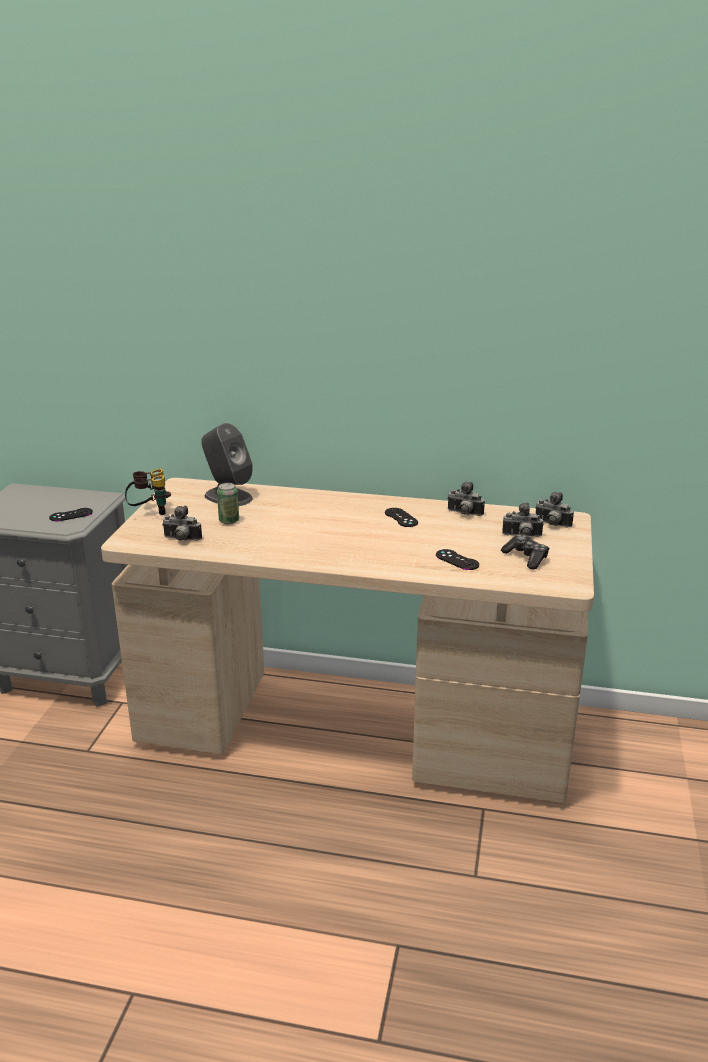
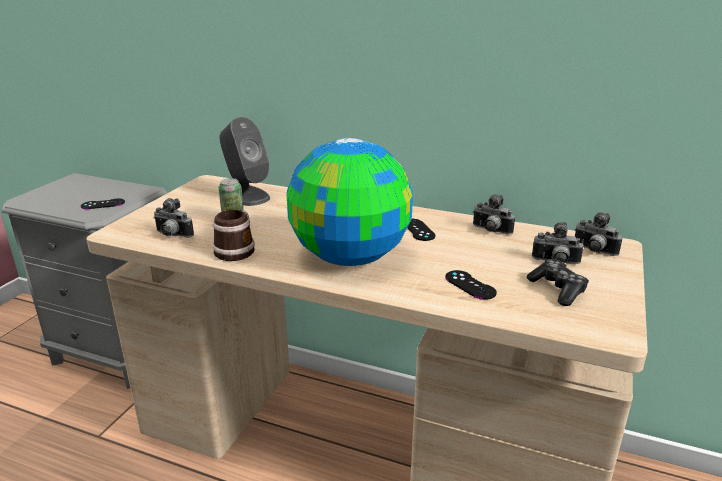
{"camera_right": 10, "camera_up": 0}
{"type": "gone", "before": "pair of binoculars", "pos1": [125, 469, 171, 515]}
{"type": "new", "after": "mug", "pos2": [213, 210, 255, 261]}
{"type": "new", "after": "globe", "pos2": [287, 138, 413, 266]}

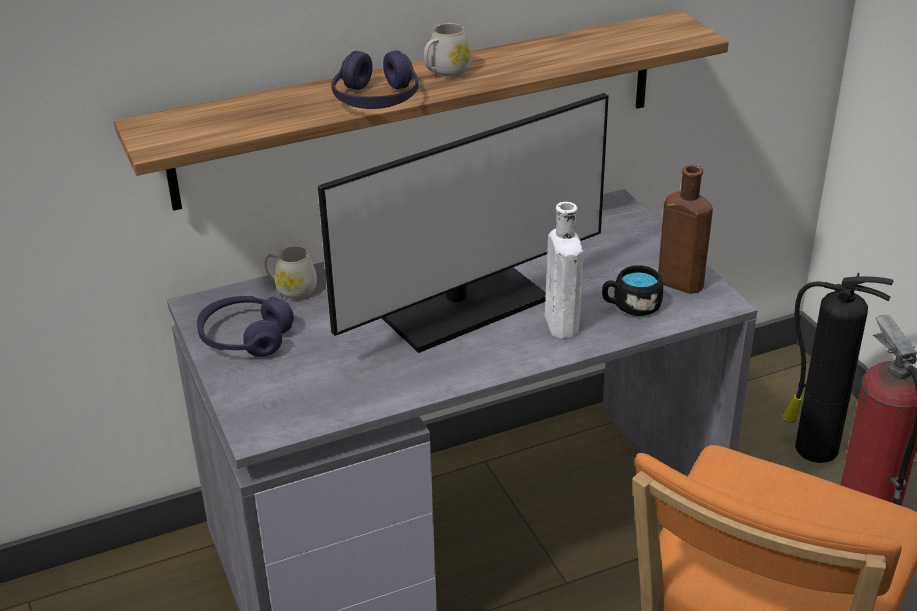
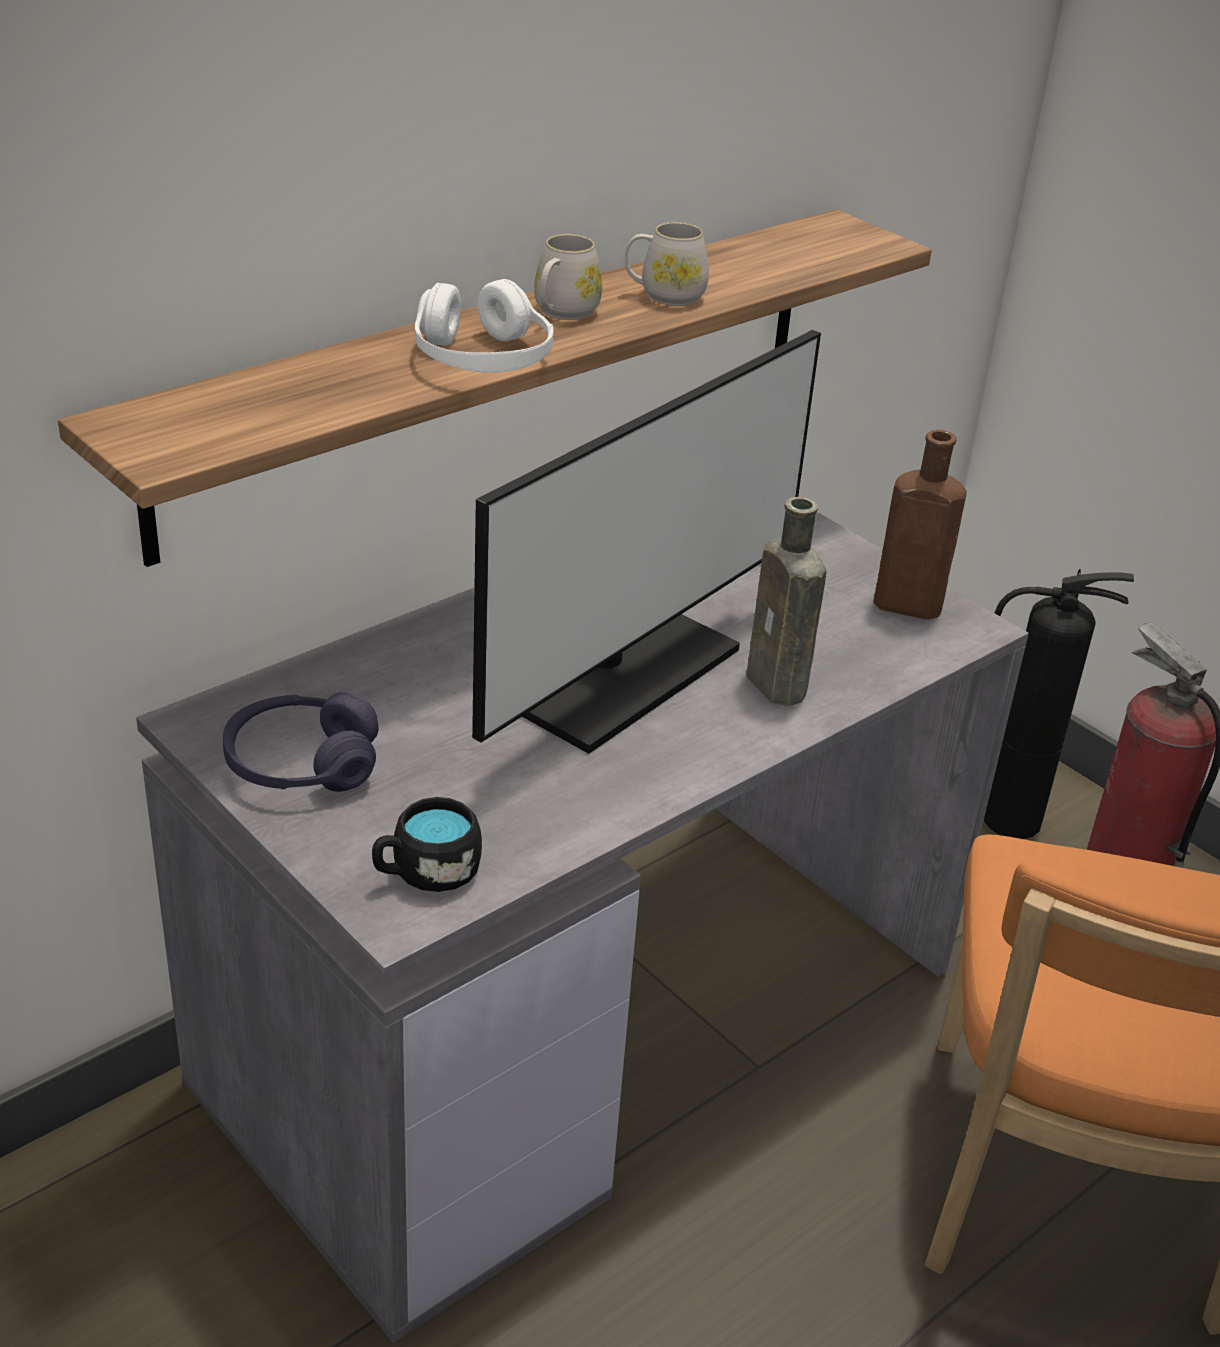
{"camera_right": -20, "camera_up": 0}
{"type": "shifted", "before": "whitish mug", "pos1": [265, 247, 317, 299], "pos2": [625, 222, 709, 306]}
{"type": "shifted", "before": "black-coloured mug", "pos1": [602, 265, 663, 316], "pos2": [372, 797, 482, 892]}
{"type": "repainted", "before": "purplish pair of headphones", "after": "whitish pair of headphones", "pos1": [331, 50, 418, 109], "pos2": [415, 279, 554, 373]}
{"type": "repainted", "before": "whitish drink bottle", "after": "brownish drink bottle", "pos1": [545, 202, 583, 339], "pos2": [747, 497, 826, 706]}

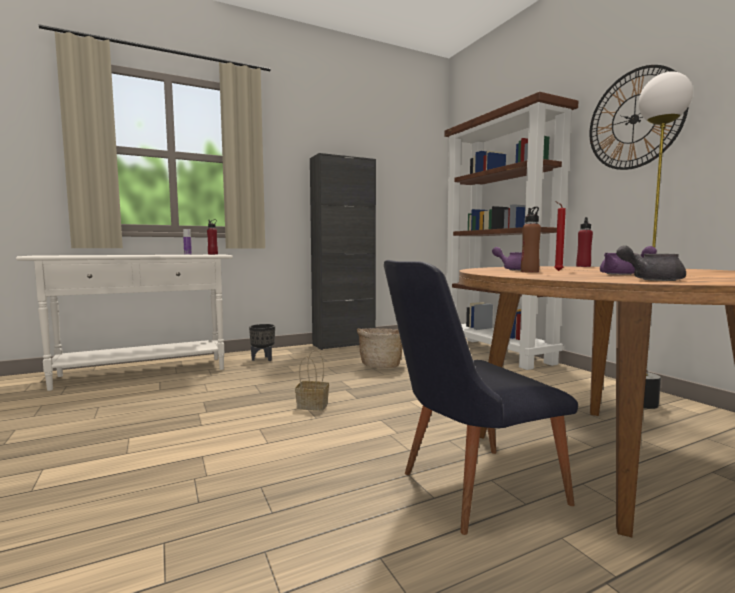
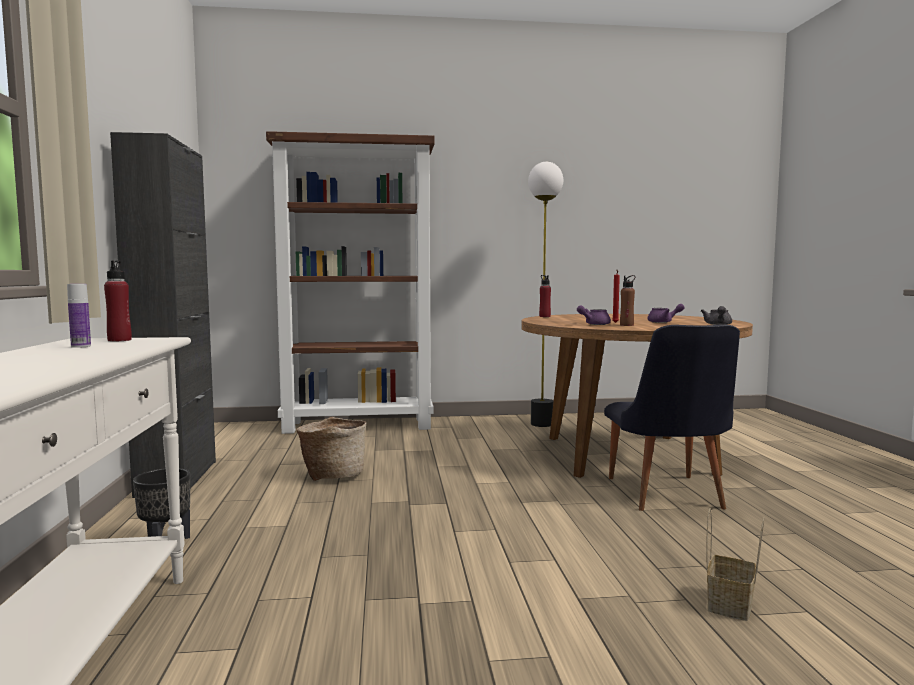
{"camera_right": -70, "camera_up": 0}
{"type": "gone", "before": "clock on the wall", "pos1": [589, 65, 689, 170]}
{"type": "shifted", "before": "basket", "pos1": [295, 349, 329, 411], "pos2": [706, 508, 764, 621]}

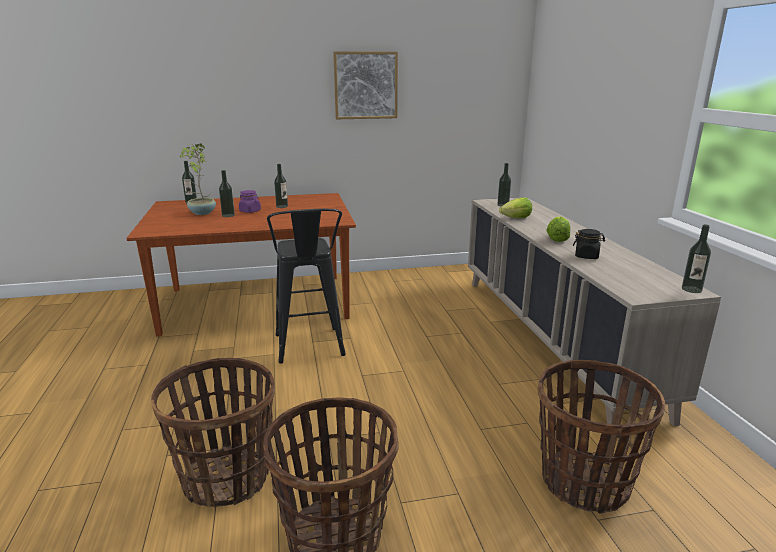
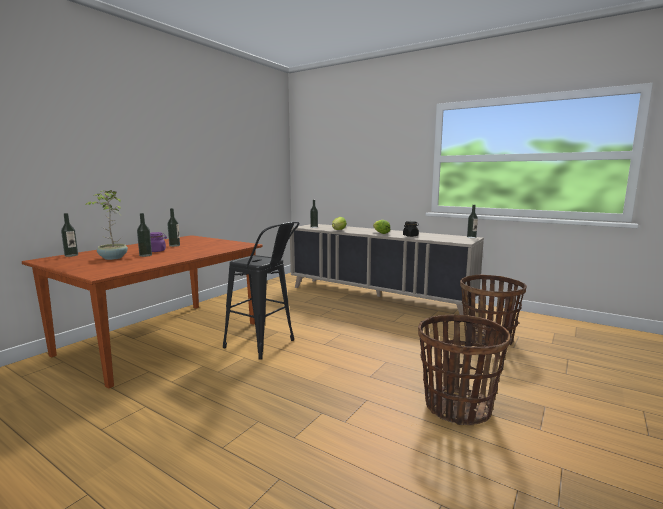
{"camera_right": -45, "camera_up": -10}
{"type": "gone", "before": "basket", "pos1": [151, 358, 275, 507]}
{"type": "gone", "before": "wall art", "pos1": [333, 51, 398, 119]}

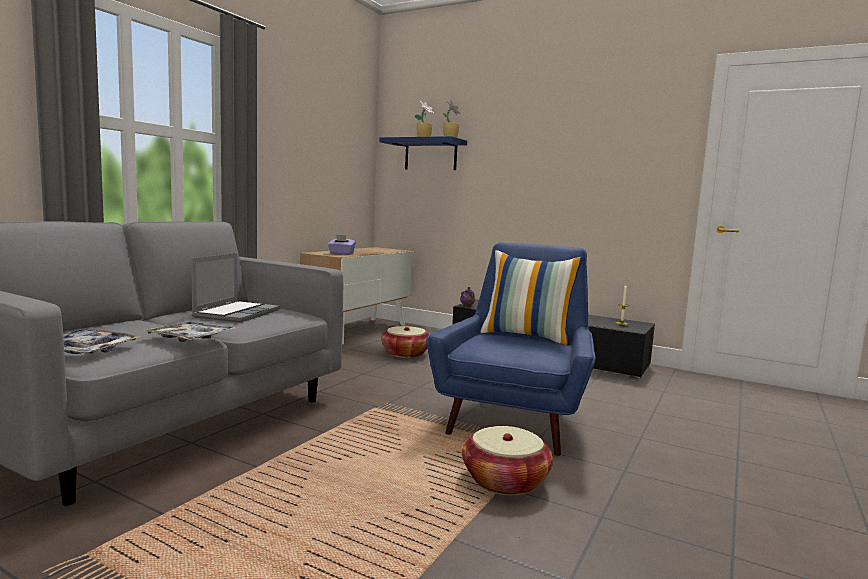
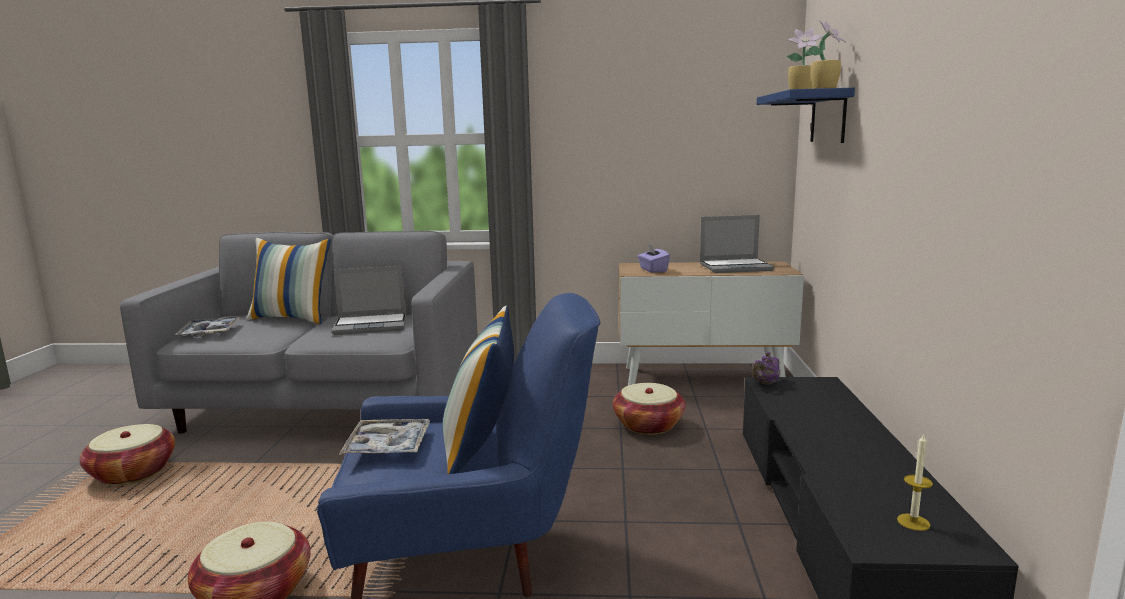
{"camera_right": 65, "camera_up": 5}
{"type": "new", "after": "basket", "pos2": [80, 424, 175, 485]}
{"type": "new", "after": "throw pillow", "pos2": [247, 238, 331, 324]}
{"type": "new", "after": "portable computer", "pos2": [700, 215, 775, 273]}
{"type": "shifted", "before": "serving tray", "pos1": [143, 321, 238, 342], "pos2": [339, 419, 430, 455]}

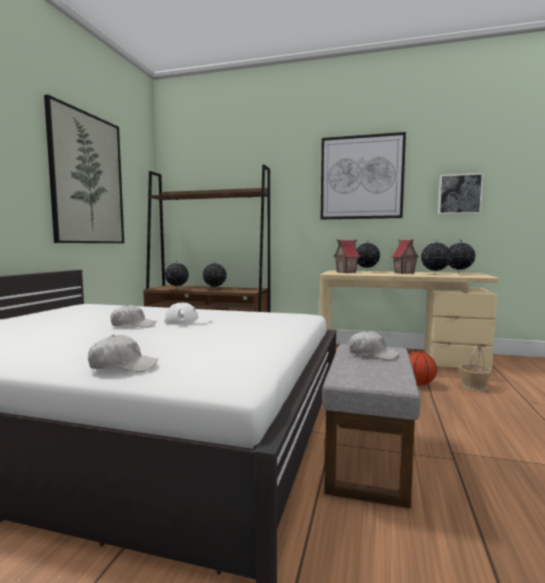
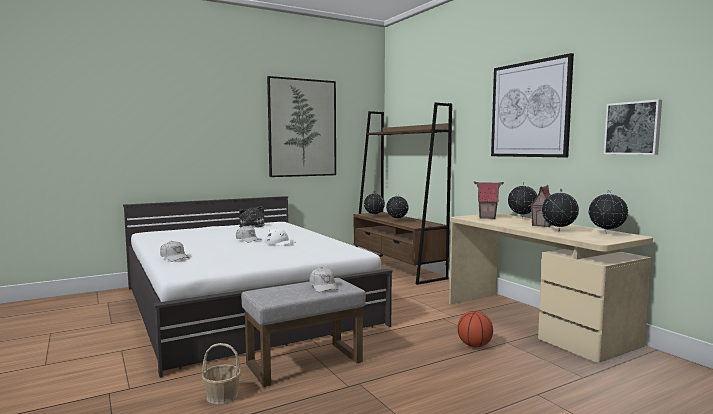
{"camera_right": 45, "camera_up": 0}
{"type": "new", "after": "plush toy", "pos2": [239, 206, 265, 228]}
{"type": "shifted", "before": "basket", "pos1": [460, 346, 492, 391], "pos2": [202, 343, 241, 404]}

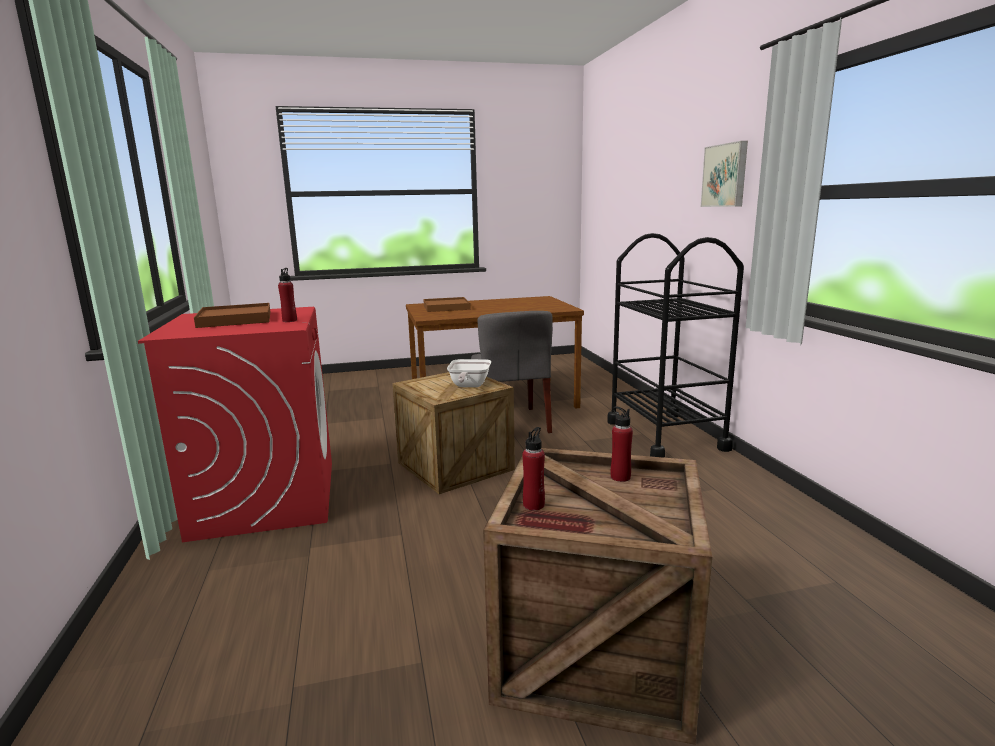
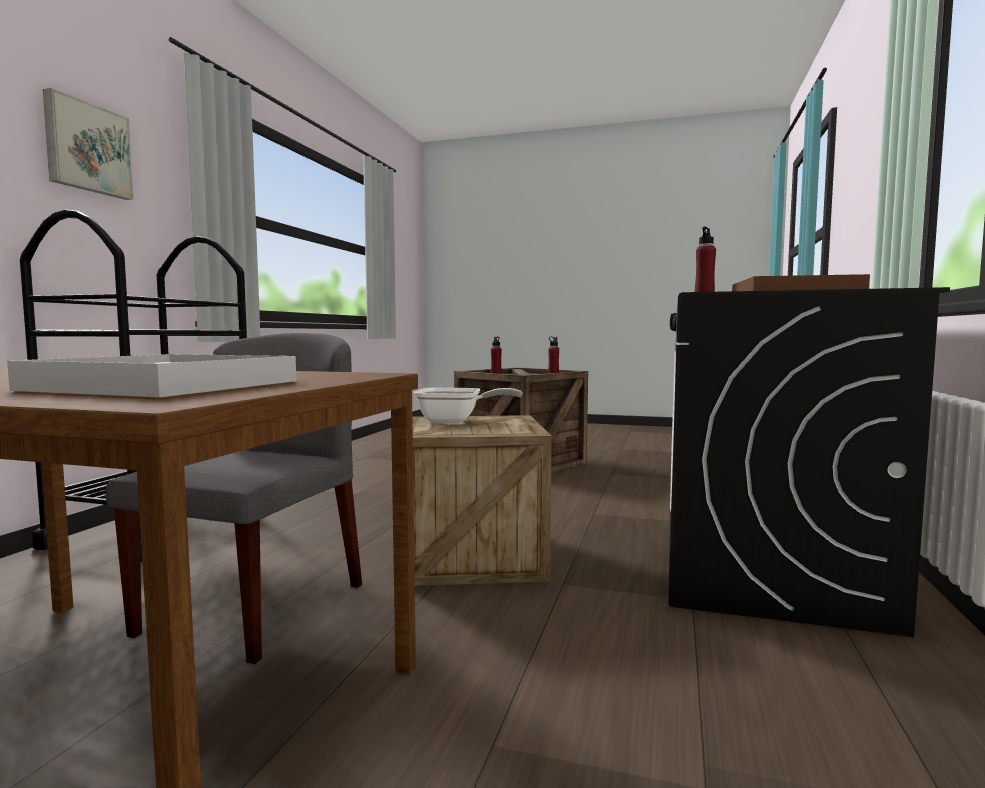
{"camera_right": -150, "camera_up": -10}
{"type": "repainted", "before": "red washing machine", "after": "black-coloured washing machine", "pos1": [138, 307, 332, 542], "pos2": [669, 287, 950, 637]}
{"type": "repainted", "before": "brownish serving tray", "after": "whitish serving tray", "pos1": [423, 297, 471, 312], "pos2": [7, 354, 296, 398]}
{"type": "rotated", "before": "skillet", "pos1": [447, 359, 491, 387], "pos2": [414, 388, 523, 423], "turn": 60}

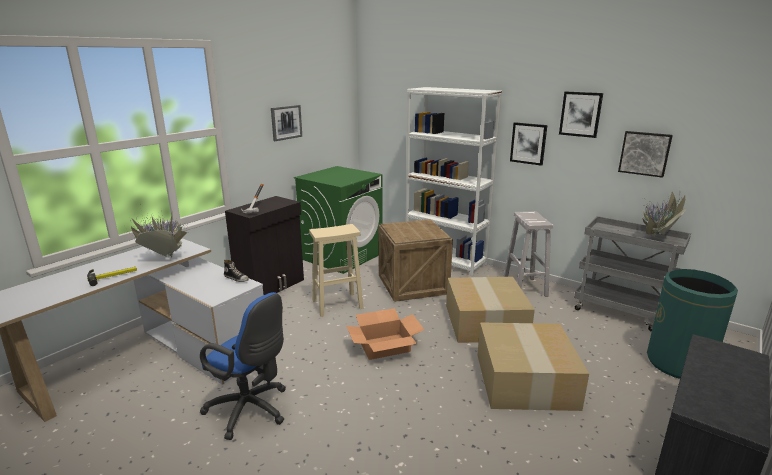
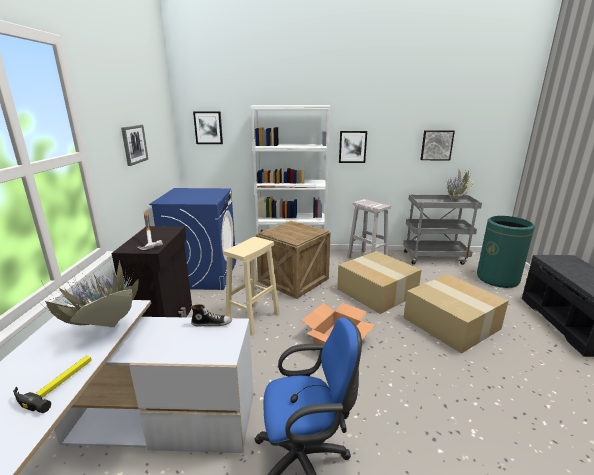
{"camera_right": -35, "camera_up": 0}
{"type": "shifted", "before": "wall art", "pos1": [559, 91, 603, 138], "pos2": [193, 111, 223, 144]}
{"type": "repainted", "before": "green-coloured washing machine", "after": "bluish washing machine", "pos1": [294, 166, 383, 274], "pos2": [149, 188, 236, 290]}

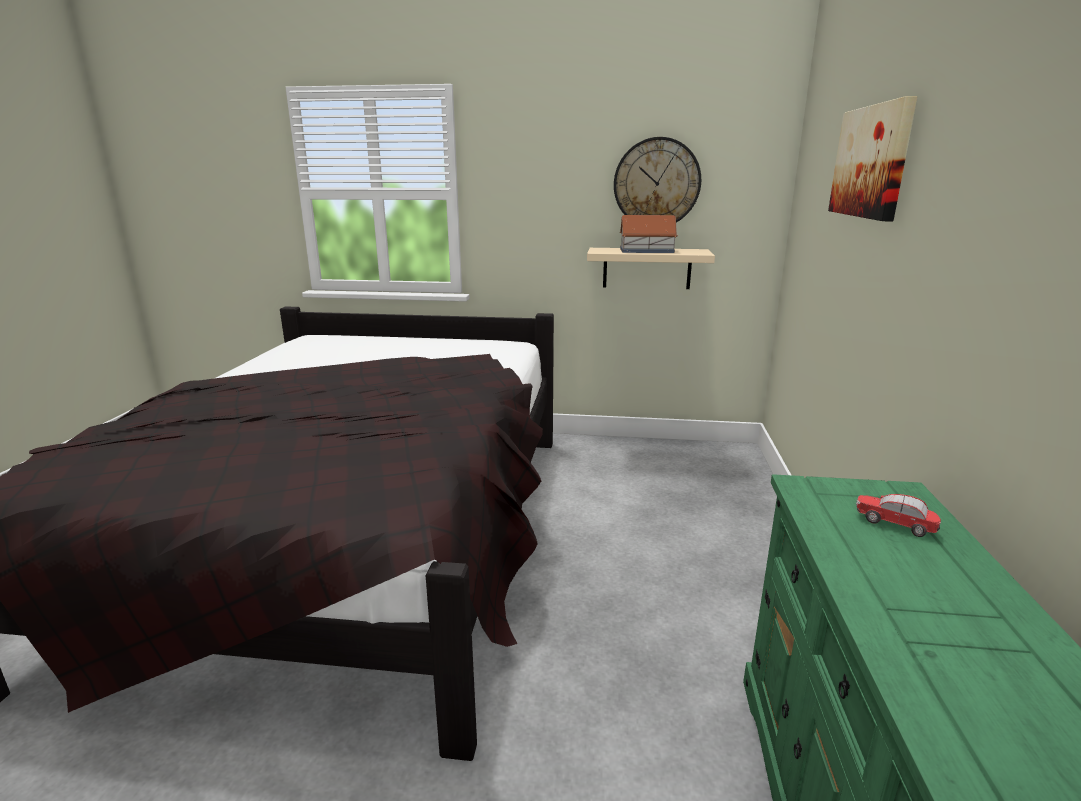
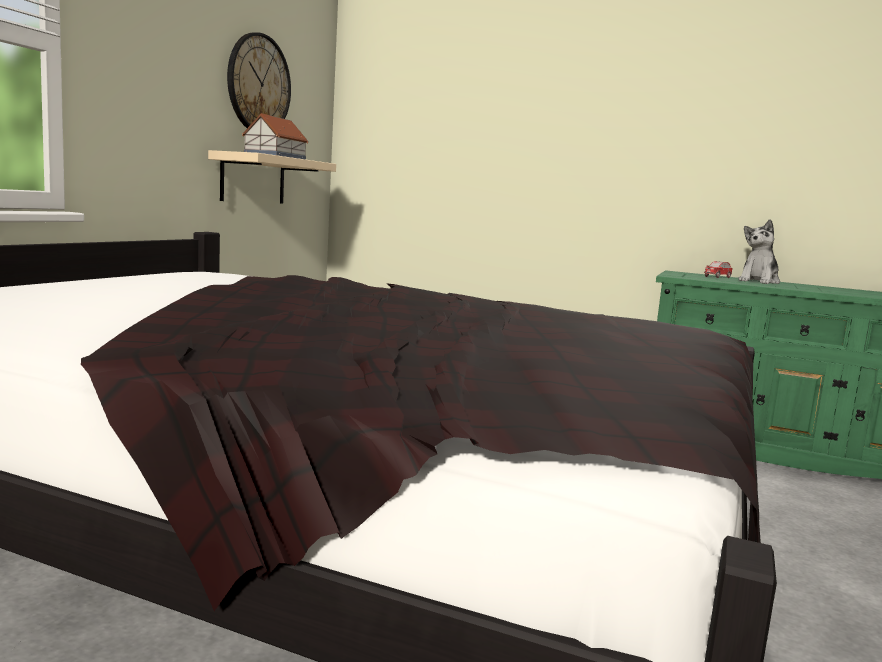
{"camera_right": -75, "camera_up": -10}
{"type": "gone", "before": "wall art", "pos1": [828, 96, 918, 221]}
{"type": "new", "after": "plush toy", "pos2": [739, 219, 780, 284]}

